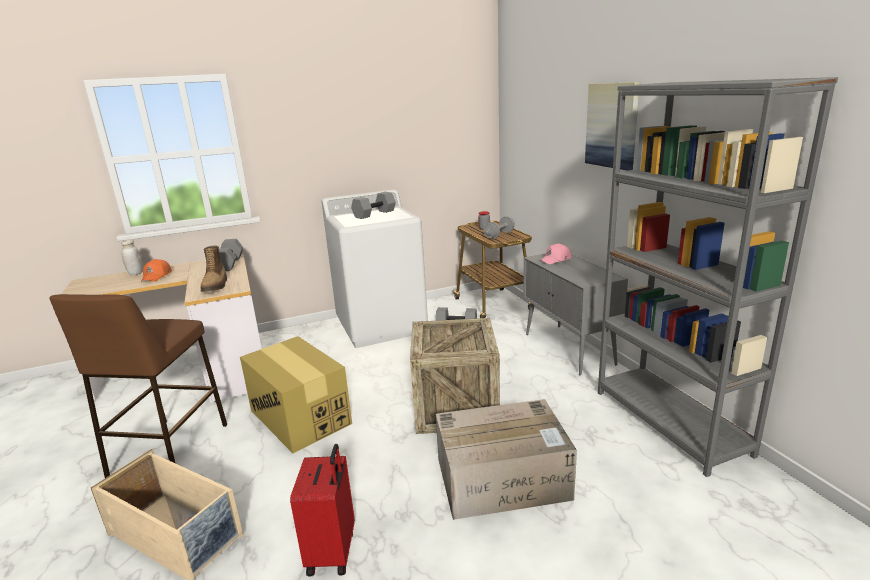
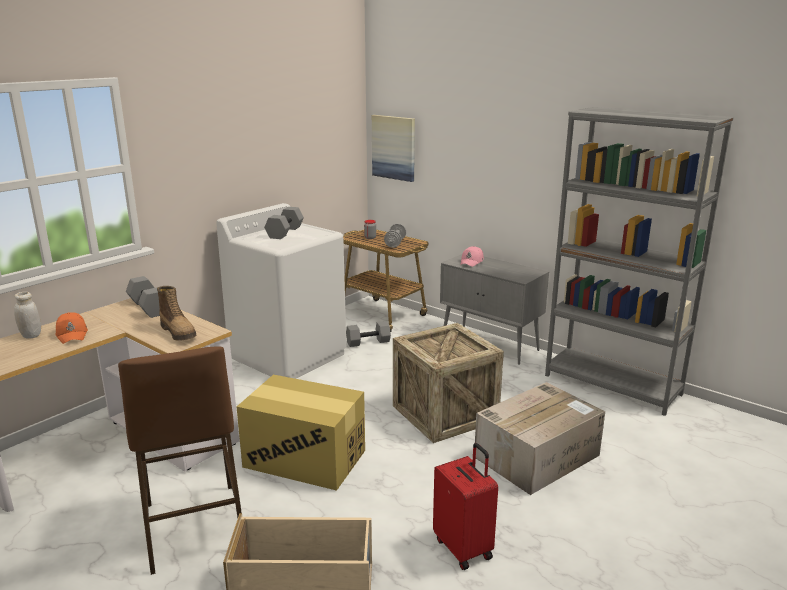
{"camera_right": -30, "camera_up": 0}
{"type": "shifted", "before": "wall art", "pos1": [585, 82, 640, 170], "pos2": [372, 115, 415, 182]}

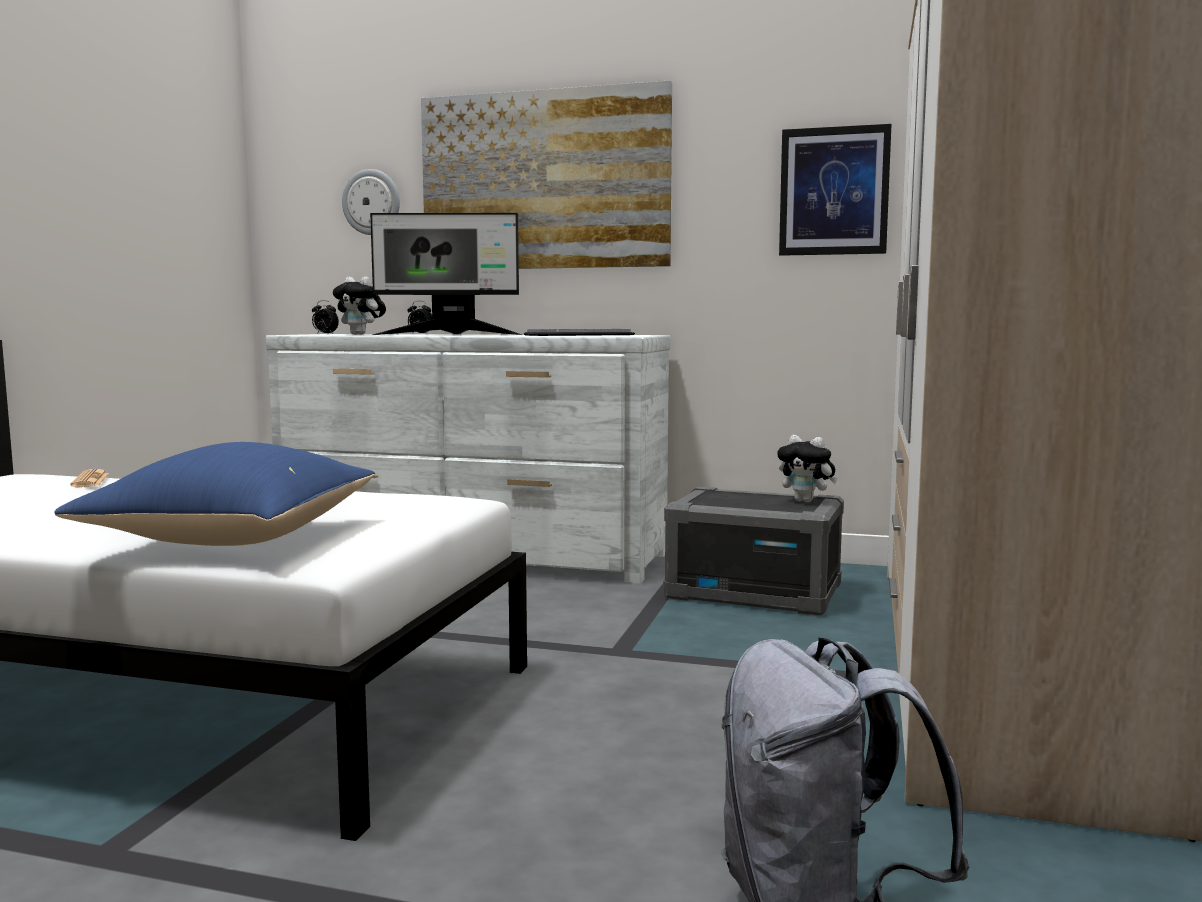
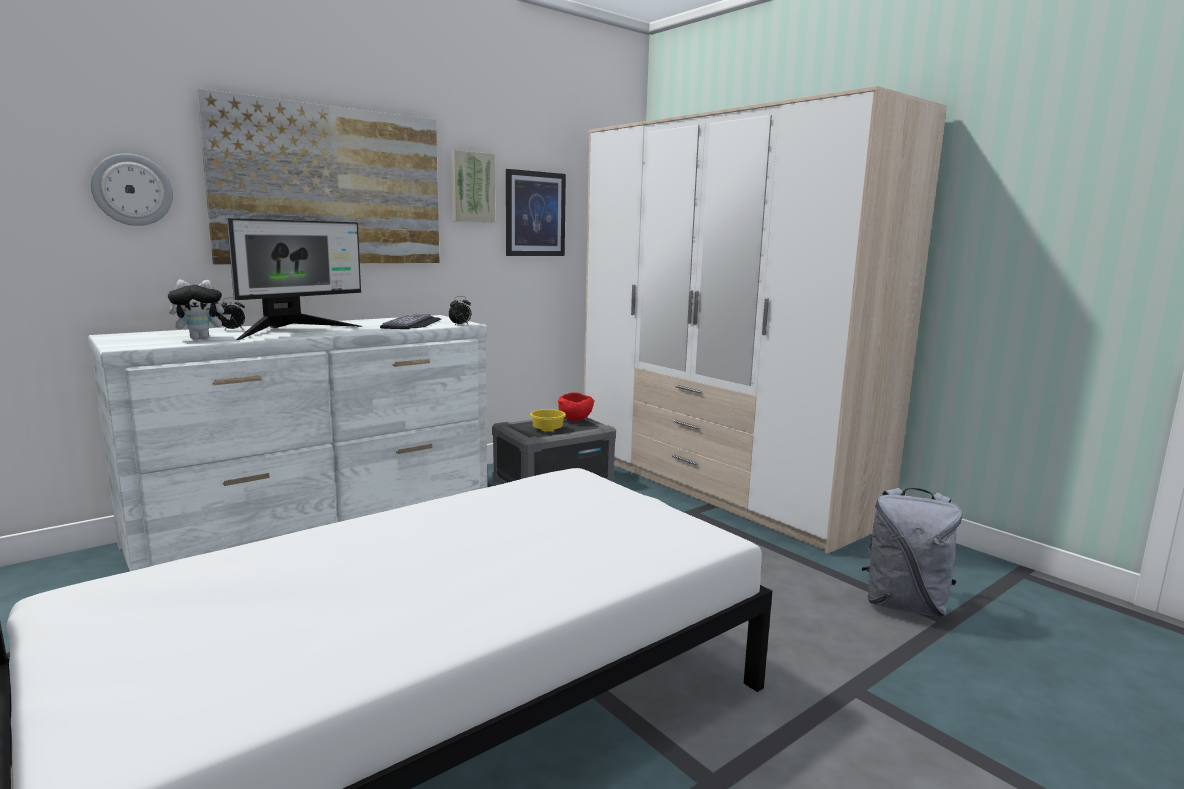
{"camera_right": -55, "camera_up": 5}
{"type": "gone", "before": "bluish throw pillow", "pos1": [54, 442, 375, 546]}
{"type": "gone", "before": "daily paper", "pos1": [71, 469, 109, 487]}
{"type": "new", "after": "wall art", "pos2": [451, 150, 495, 222]}
{"type": "new", "after": "yellowish serving bowl", "pos2": [530, 409, 566, 432]}
{"type": "shifted", "before": "alarm clock", "pos1": [312, 300, 339, 334], "pos2": [449, 296, 471, 325]}
{"type": "swapped", "before": "plush toy", "after": "red serving bowl", "pos1": [777, 435, 838, 502], "pos2": [558, 392, 595, 421]}

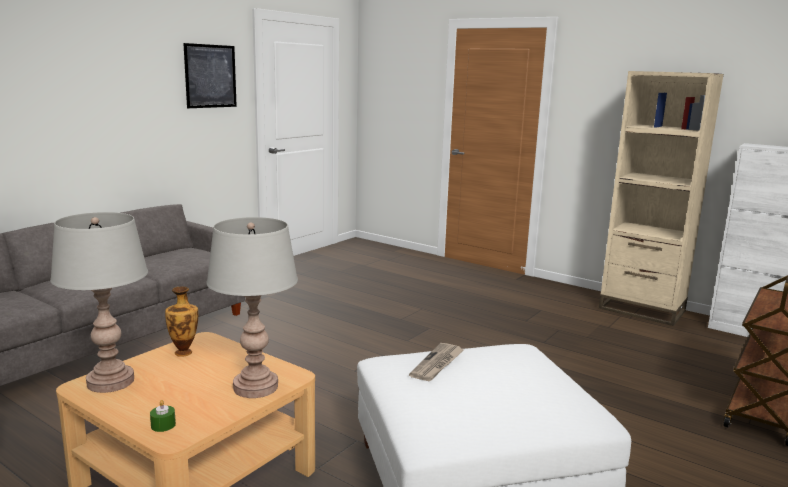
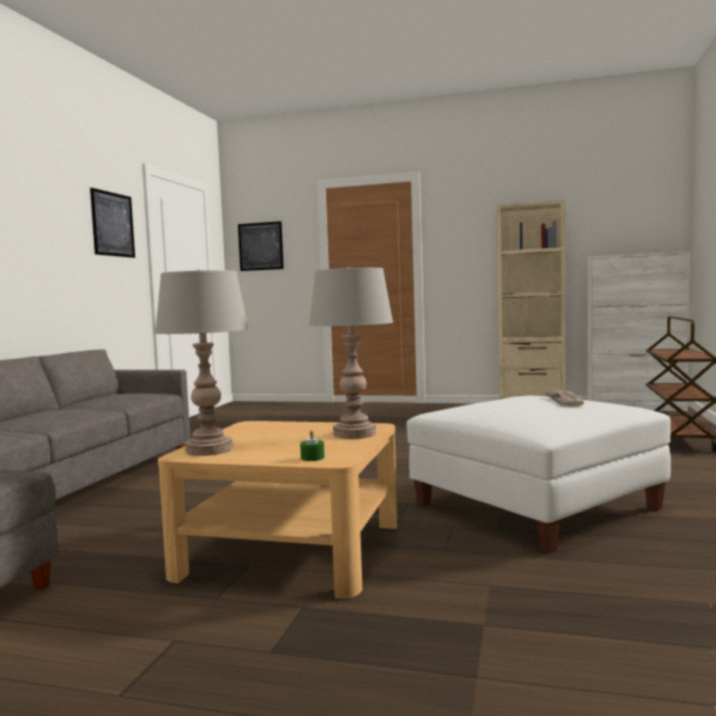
{"camera_right": -20, "camera_up": -10}
{"type": "gone", "before": "flower vase", "pos1": [165, 287, 198, 357]}
{"type": "new", "after": "wall art", "pos2": [238, 221, 284, 271]}
{"type": "shifted", "before": "daily paper", "pos1": [409, 343, 465, 381], "pos2": [546, 390, 585, 407]}

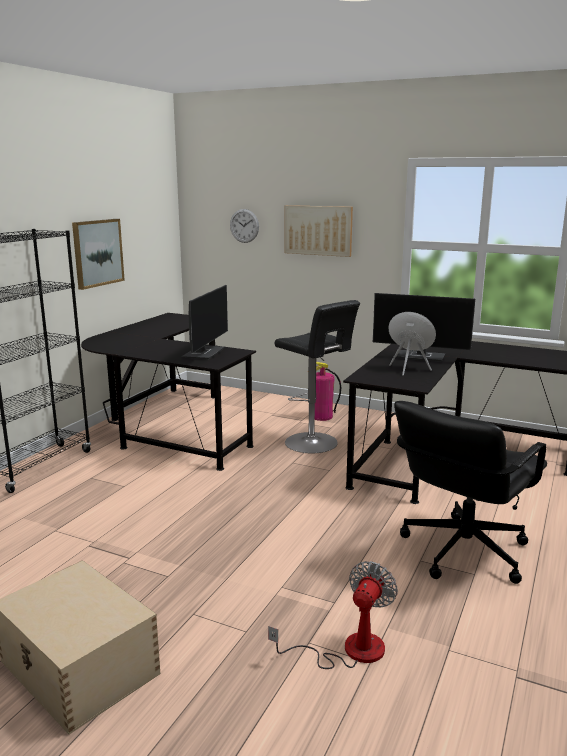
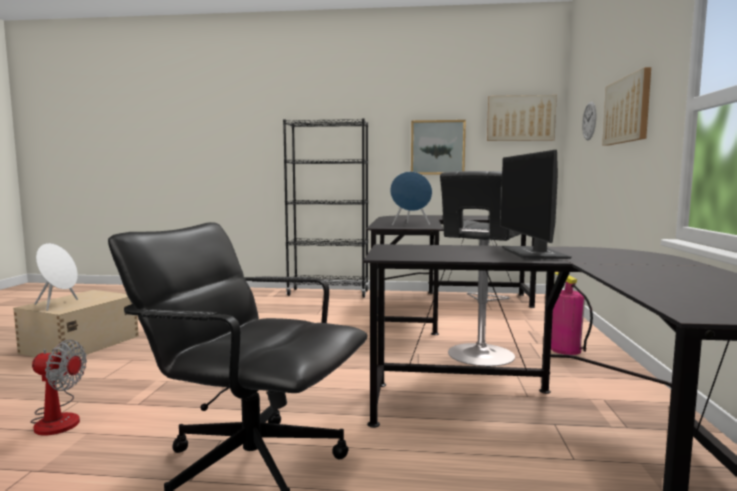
{"camera_right": 70, "camera_up": -10}
{"type": "new", "after": "wall art", "pos2": [487, 95, 557, 141]}
{"type": "shifted", "before": "whitish audio speaker", "pos1": [389, 312, 436, 376], "pos2": [35, 243, 78, 311]}
{"type": "swapped", "before": "computer display", "after": "bluish audio speaker", "pos1": [182, 285, 228, 360], "pos2": [390, 171, 432, 225]}

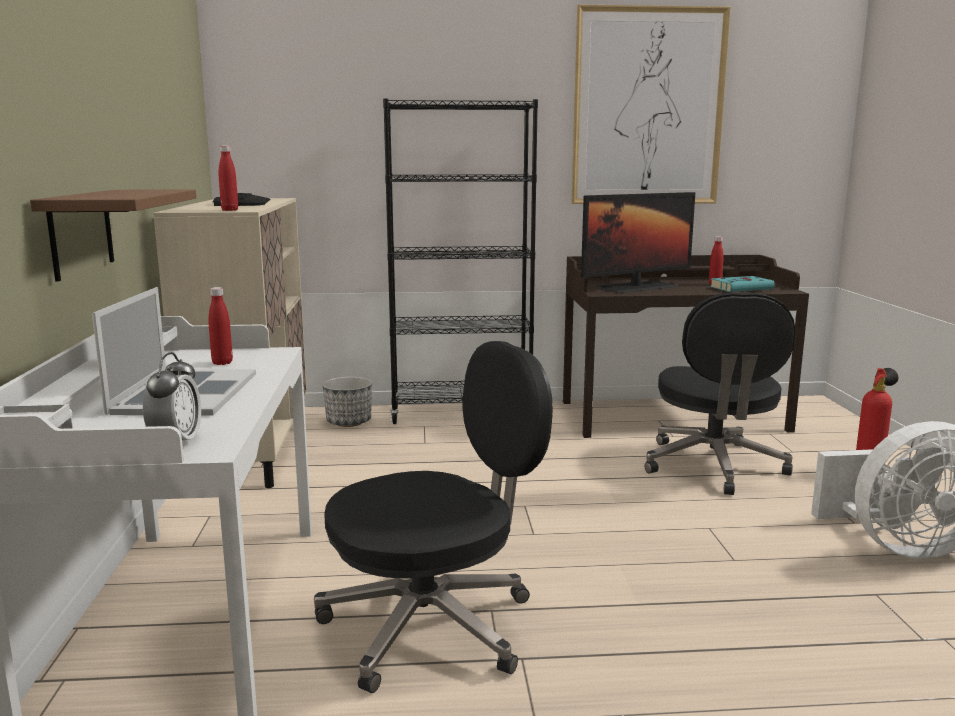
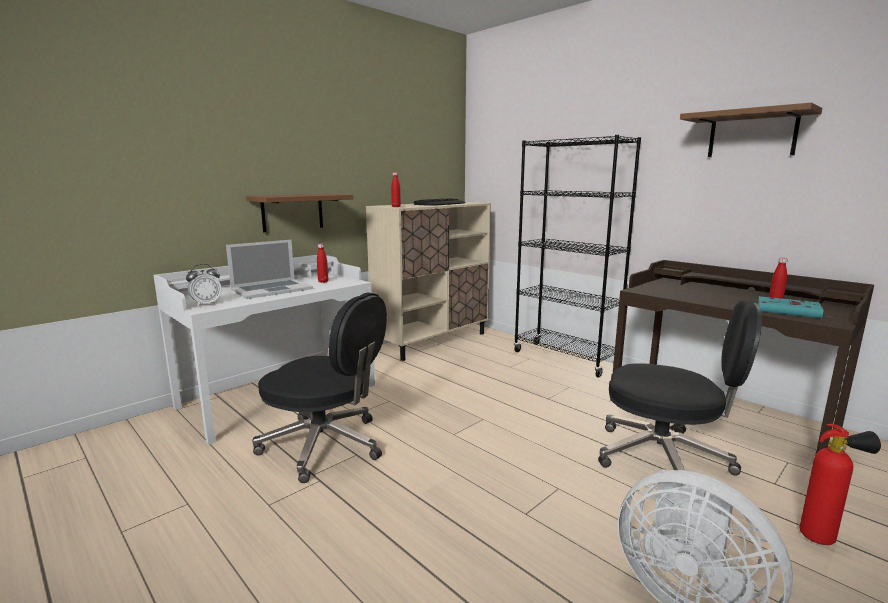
{"camera_right": 50, "camera_up": 0}
{"type": "gone", "before": "plant pot", "pos1": [322, 376, 372, 427]}
{"type": "gone", "before": "computer display", "pos1": [581, 192, 695, 293]}
{"type": "swapped", "before": "wall art", "after": "brownish wall shelf", "pos1": [571, 5, 731, 204], "pos2": [680, 103, 822, 157]}
{"type": "rotated", "before": "black-coloured office chair", "pos1": [645, 292, 795, 495], "pos2": [598, 299, 762, 476], "turn": -120}

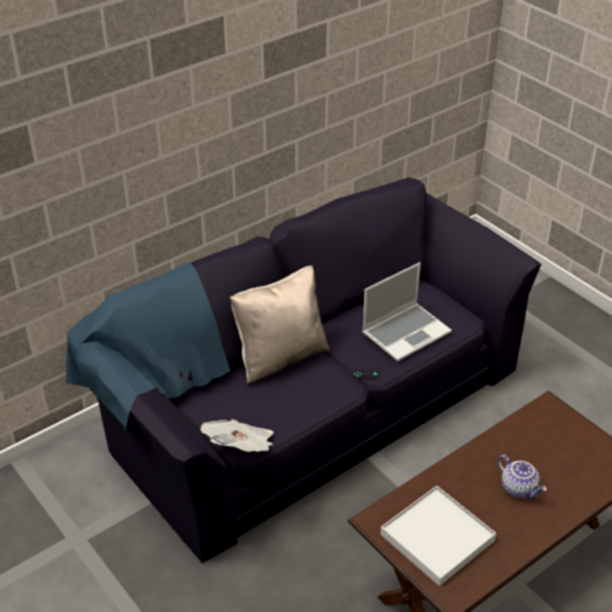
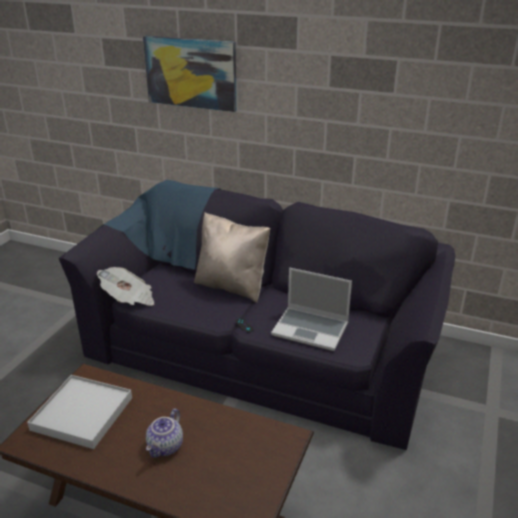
{"camera_right": 60, "camera_up": -10}
{"type": "new", "after": "wall art", "pos2": [143, 35, 237, 112]}

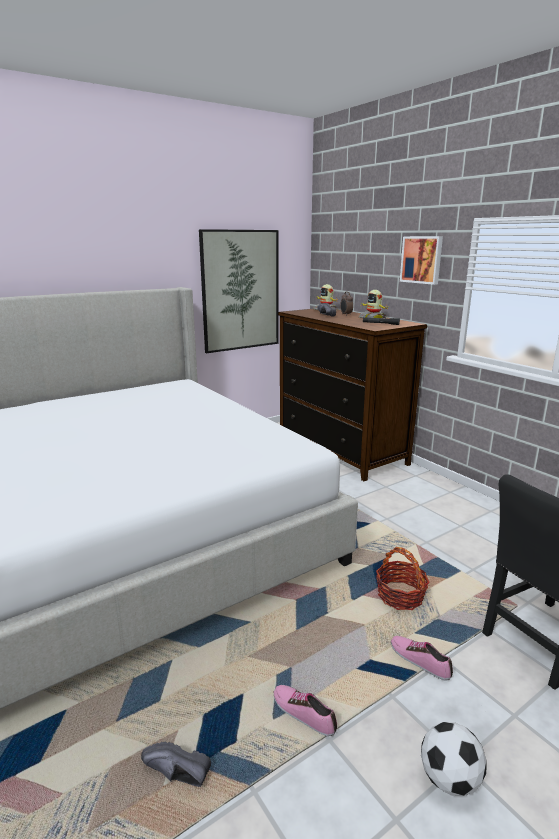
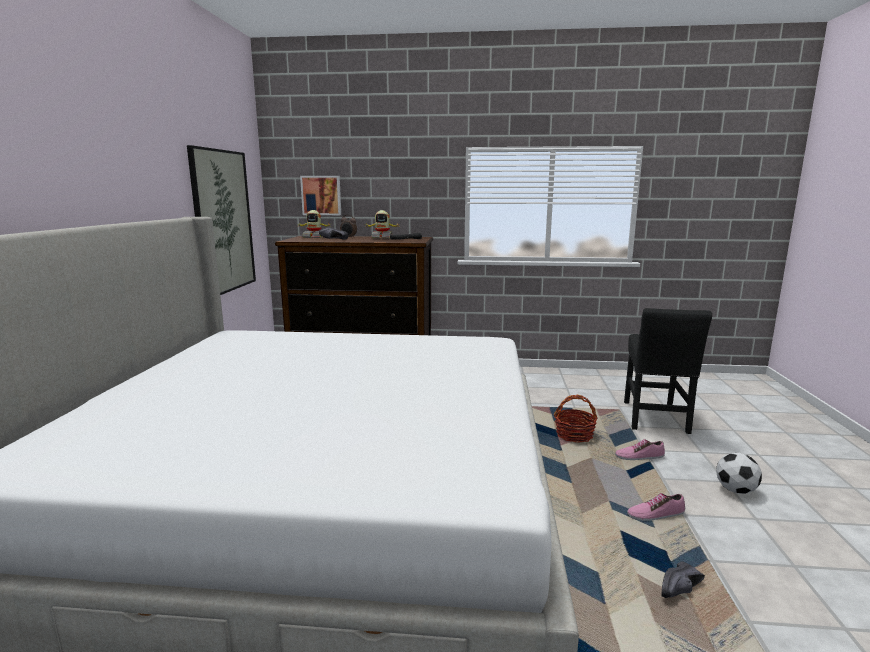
{"camera_right": -50, "camera_up": -5}
{"type": "shifted", "before": "wall art", "pos1": [400, 236, 443, 285], "pos2": [300, 176, 341, 215]}

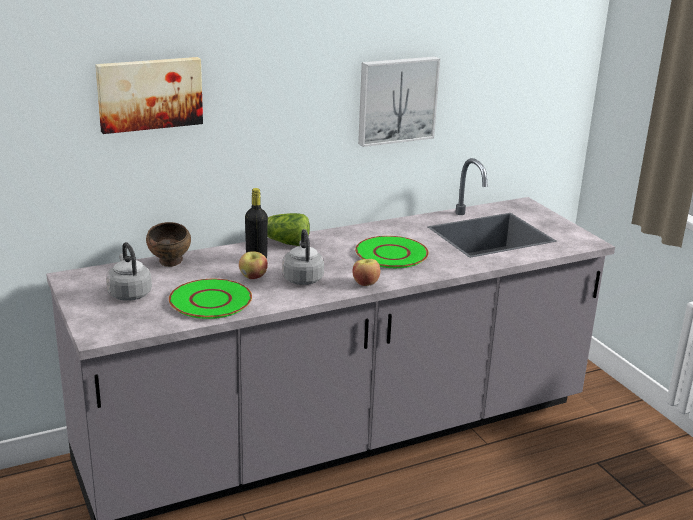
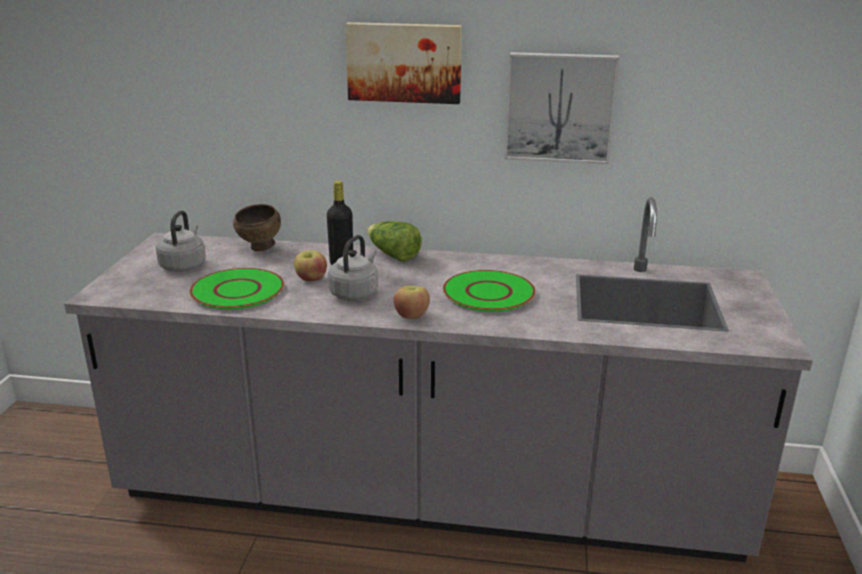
{"camera_right": 35, "camera_up": 0}
{"type": "shifted", "before": "wall art", "pos1": [95, 57, 203, 134], "pos2": [345, 22, 462, 104]}

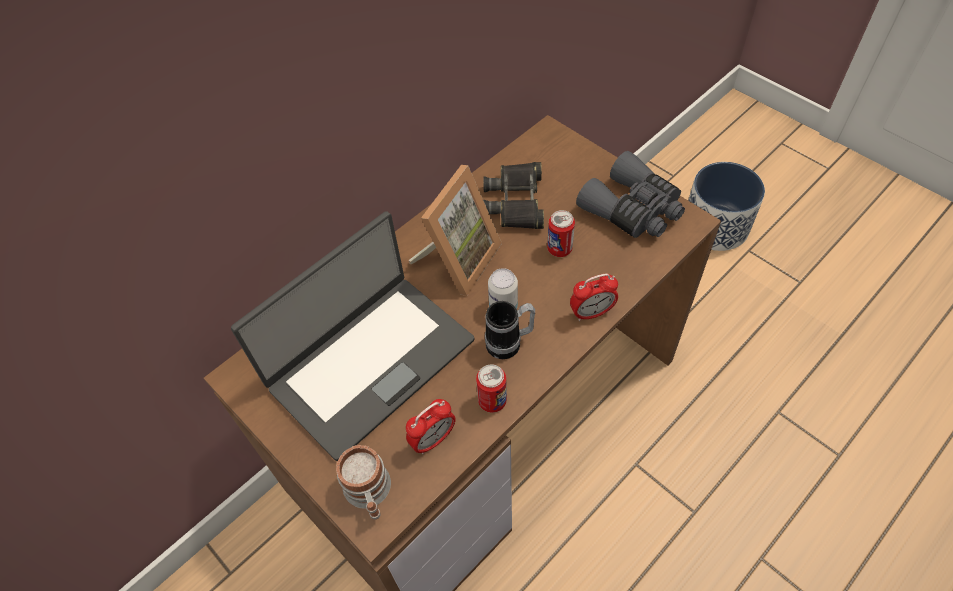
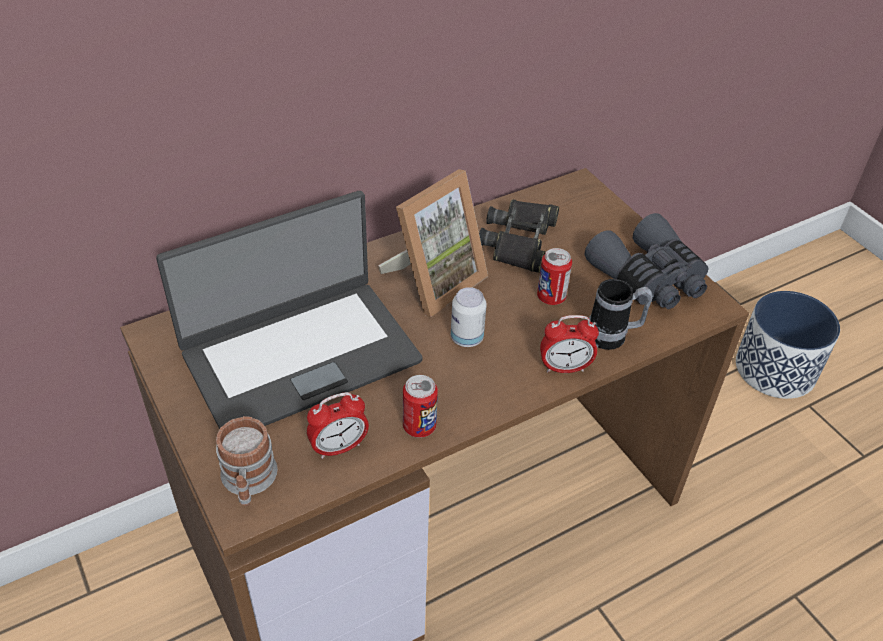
{"camera_right": 10, "camera_up": -10}
{"type": "shifted", "before": "mug", "pos1": [485, 301, 535, 359], "pos2": [589, 279, 653, 350]}

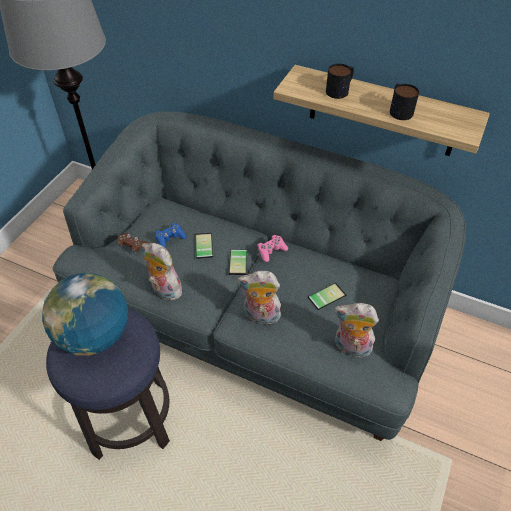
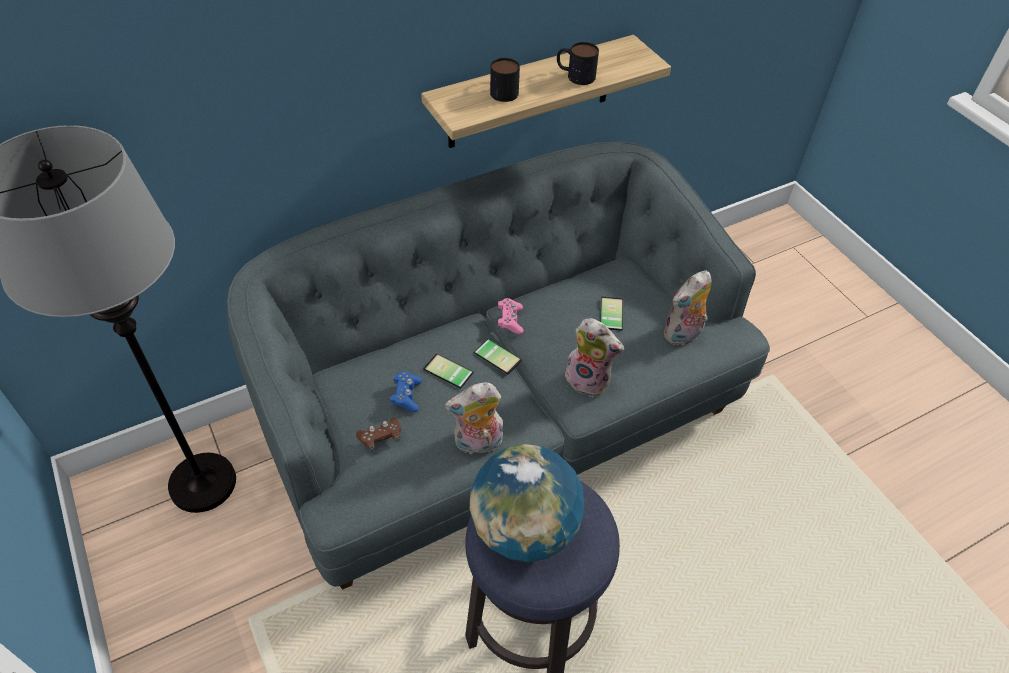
{"camera_right": -55, "camera_up": 0}
{"type": "rotated", "before": "plush toy", "pos1": [237, 271, 281, 324], "pos2": [565, 318, 624, 397], "turn": -105}

